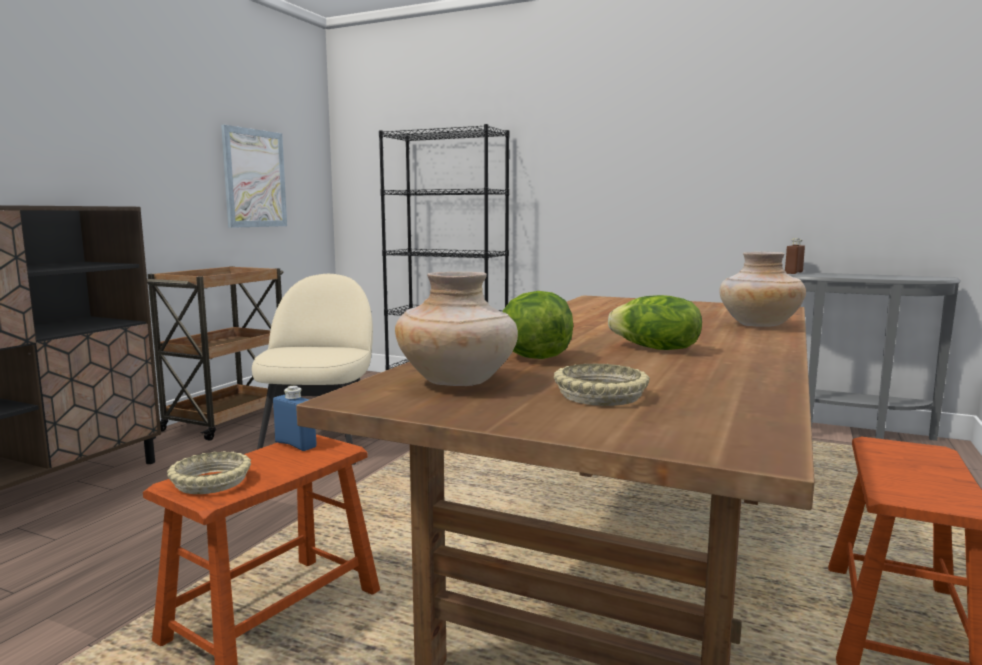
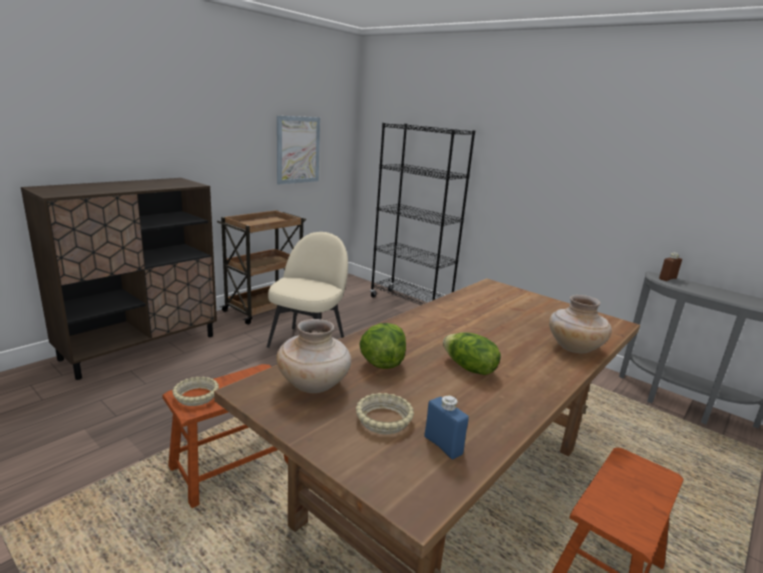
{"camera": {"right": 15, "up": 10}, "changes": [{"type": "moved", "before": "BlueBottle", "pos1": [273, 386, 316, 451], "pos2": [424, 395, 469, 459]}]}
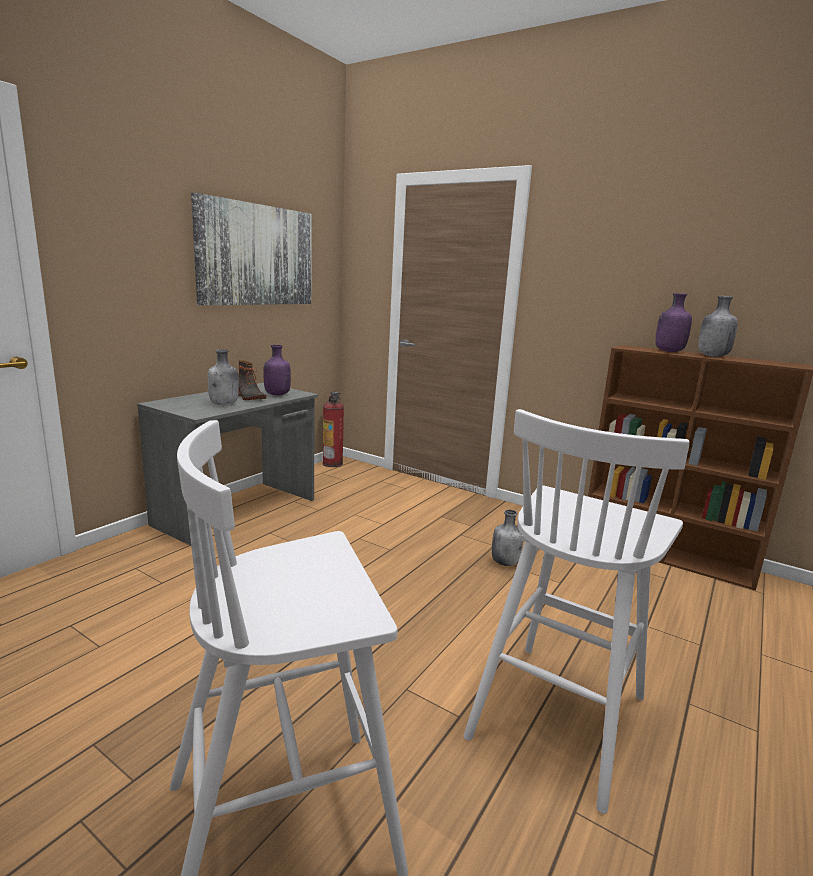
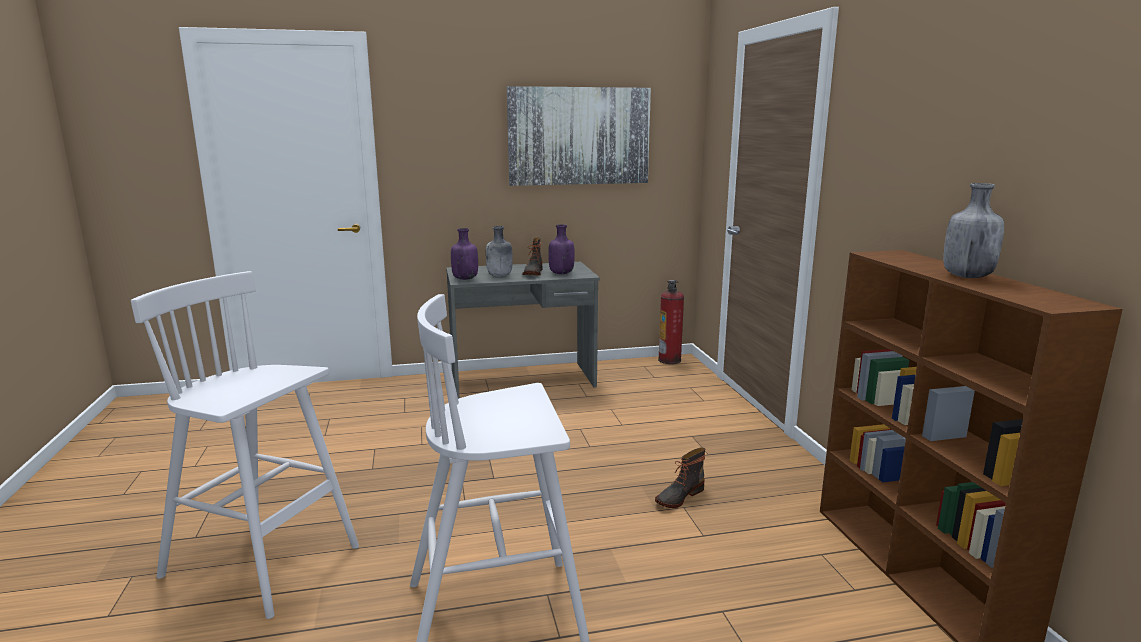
{"camera": {"right": 45, "up": 0}, "changes": [{"type": "moved", "before": "PurpleBottle", "pos1": [655, 293, 692, 352], "pos2": [451, 228, 478, 280]}, {"type": "replaced", "before": "GreyBottle", "after": "Boot", "pos1": [492, 510, 523, 566], "pos2": [655, 447, 705, 508]}]}
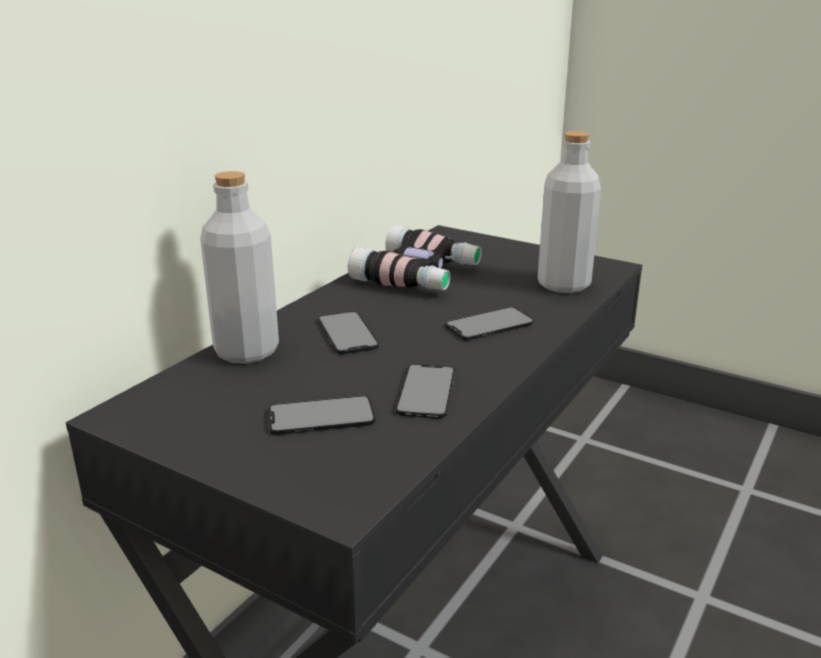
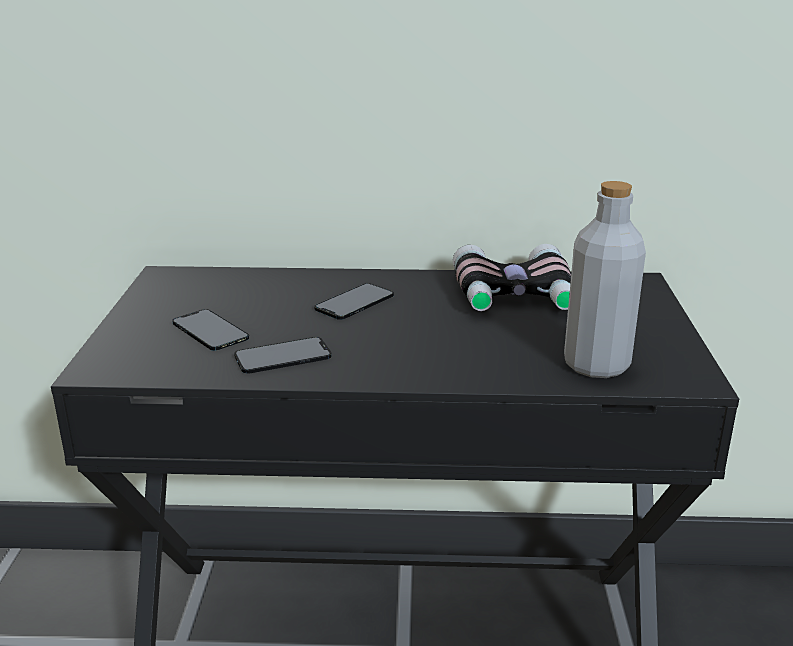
{"camera": {"right": 60, "up": 0}, "changes": [{"type": "removed", "before": "GreyBottle", "pos1": [200, 171, 279, 364]}, {"type": "removed", "before": "Phone", "pos1": [445, 307, 534, 341]}]}
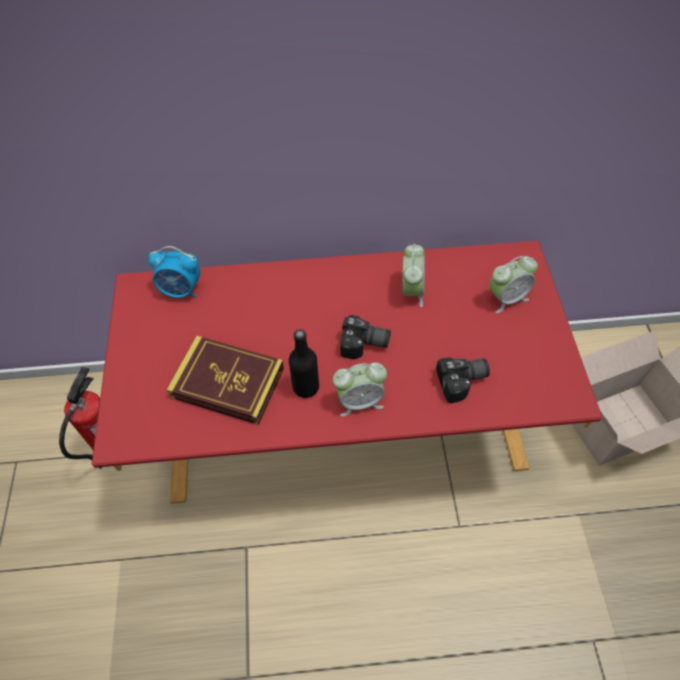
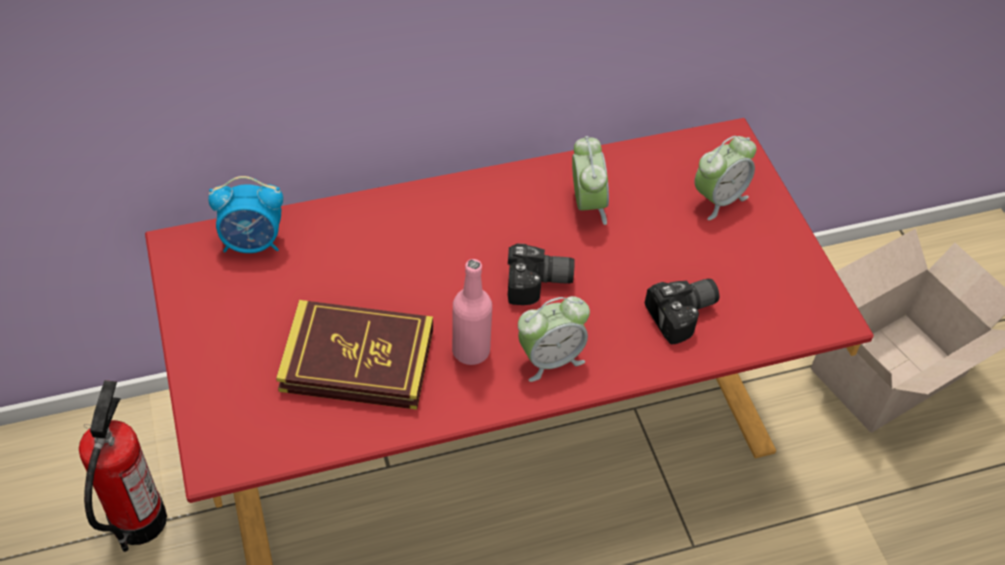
{"camera": {"right": -15, "up": -5}, "changes": [{"type": "recoloured", "before": "BlackBottle", "after": "PinkBottle", "pos1": [289, 329, 319, 398], "pos2": [452, 259, 492, 365]}]}
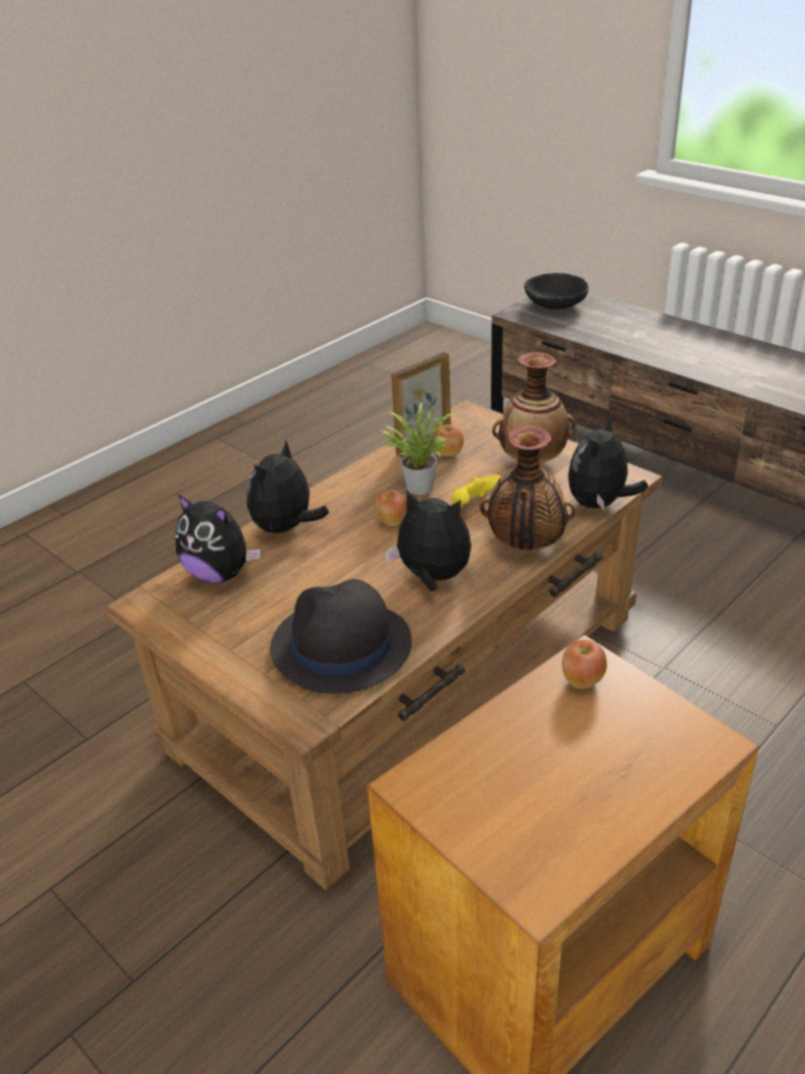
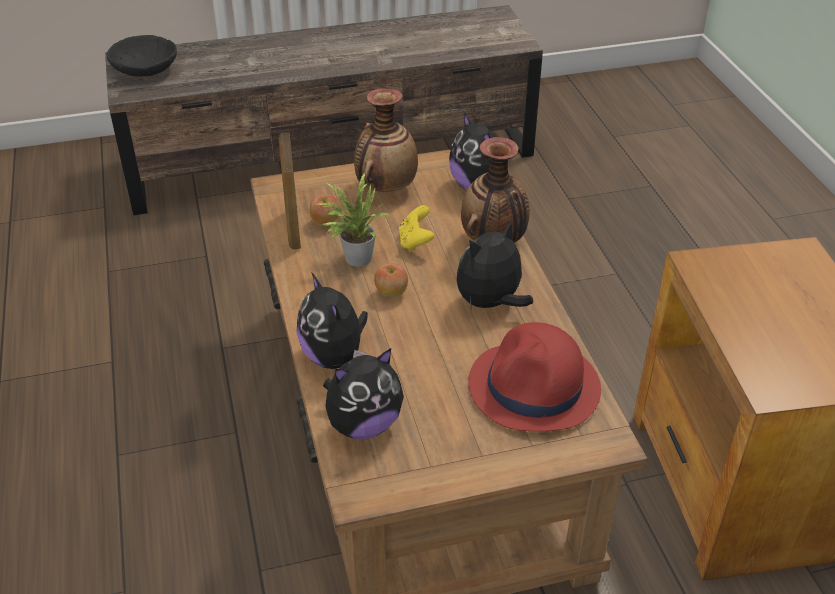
{"camera": {"right": -60, "up": 5}, "changes": [{"type": "recoloured", "before": "BlackHat", "after": "RedHat", "pos1": [270, 579, 412, 694], "pos2": [468, 322, 601, 432]}, {"type": "removed", "before": "Apple", "pos1": [562, 640, 607, 689]}]}
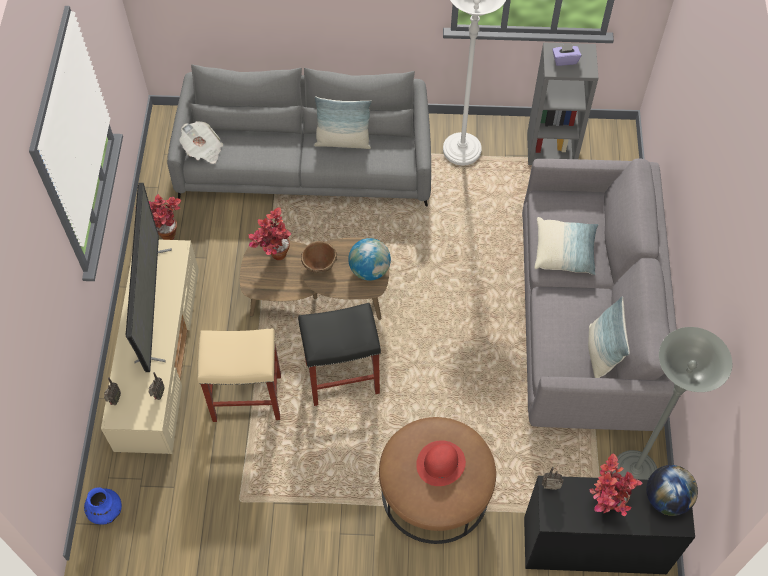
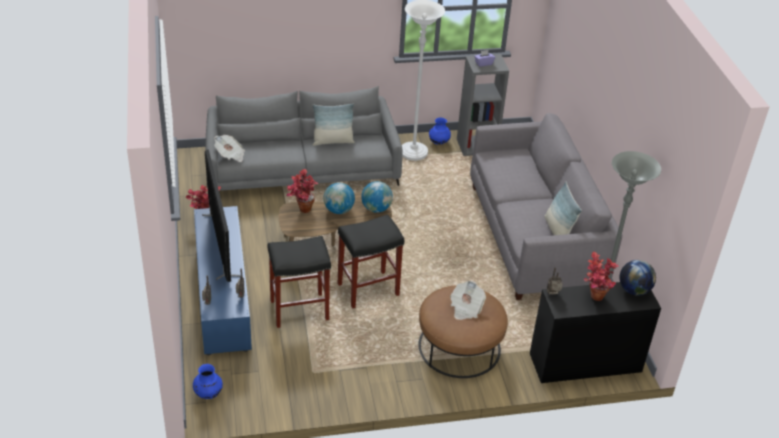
{"camera": {"right": -15, "up": -20}, "changes": [{"type": "removed", "before": "Pillow", "pos1": [534, 217, 598, 275]}, {"type": "recoloured", "before": "BeigeTvStand", "after": "BlueTvStand", "pos1": [101, 240, 199, 454], "pos2": [194, 206, 252, 356]}, {"type": "replaced", "before": "BrownBowl", "after": "Globe", "pos1": [301, 241, 337, 273], "pos2": [323, 183, 355, 214]}, {"type": "recoloured", "before": "BeigeStool", "after": "BlackStool", "pos1": [197, 329, 281, 422], "pos2": [268, 236, 331, 328]}, {"type": "replaced", "before": "RedHat", "after": "Newspaper", "pos1": [416, 440, 466, 486], "pos2": [450, 281, 486, 320]}, {"type": "added", "after": "BlueVase", "pos2": [429, 118, 451, 145]}]}
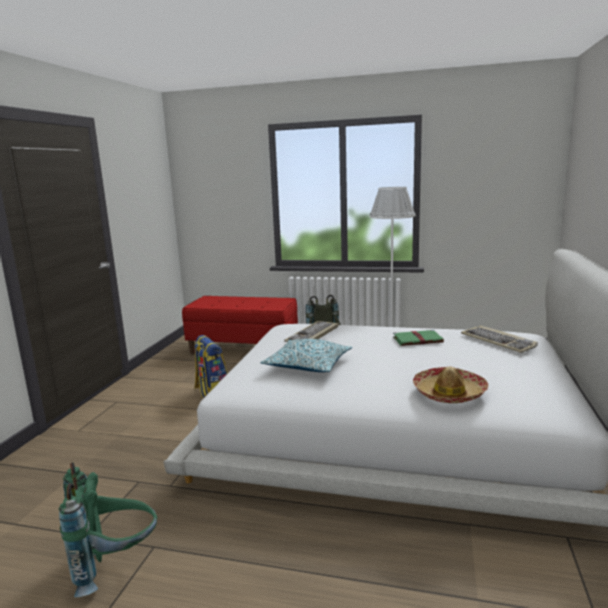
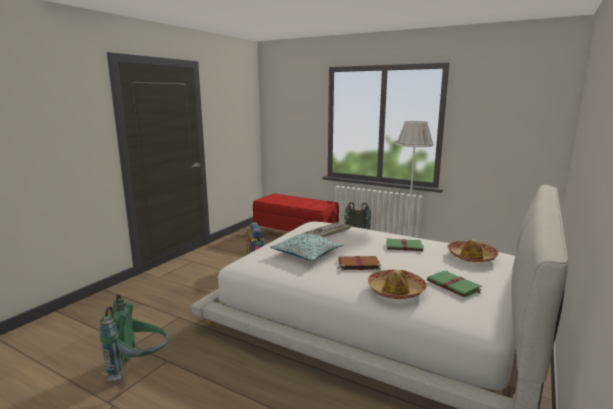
{"camera": {"right": 15, "up": 0}, "changes": [{"type": "replaced", "before": "Keyboard", "after": "Hat", "pos1": [461, 326, 538, 353], "pos2": [447, 239, 498, 262]}, {"type": "added", "after": "BrownBook", "pos2": [337, 256, 381, 271]}, {"type": "added", "after": "GreenBook", "pos2": [427, 270, 482, 297]}]}
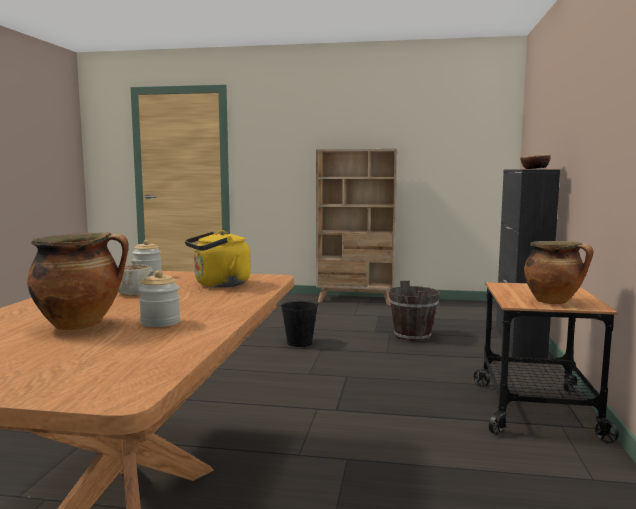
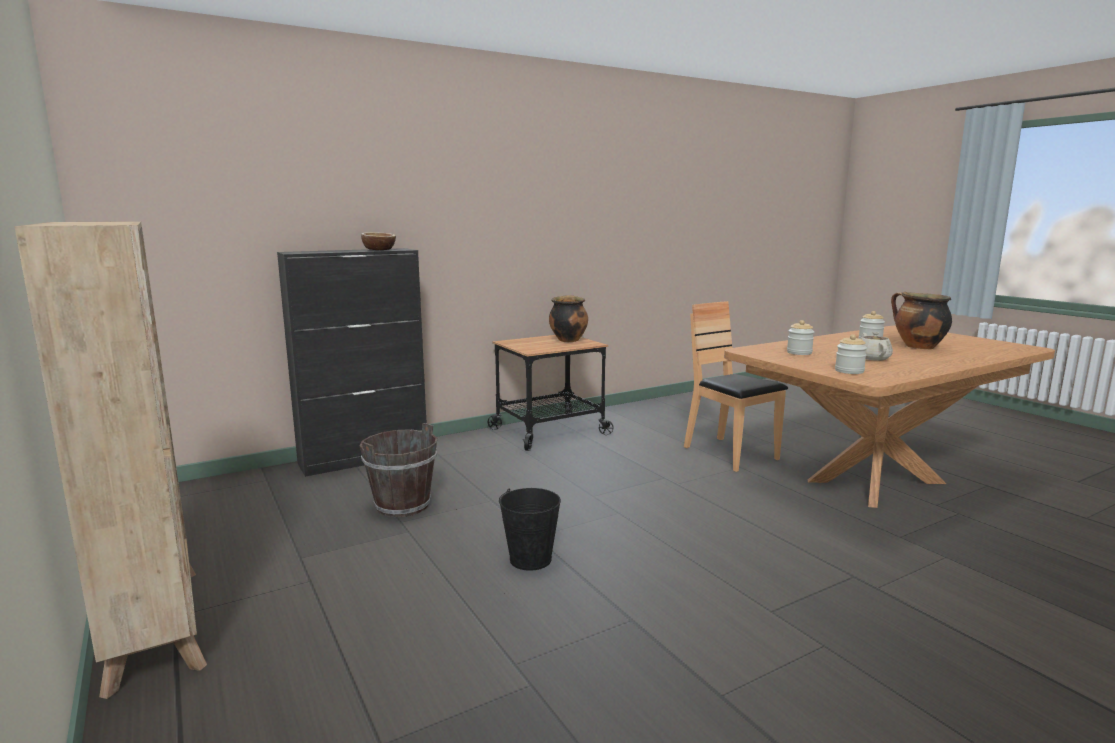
{"camera": {"right": -130, "up": 5}, "changes": [{"type": "replaced", "before": "YellowKettle", "after": "Jar", "pos1": [185, 230, 251, 288], "pos2": [787, 320, 814, 355]}, {"type": "added", "after": "BrownChair", "pos2": [684, 301, 788, 472]}]}
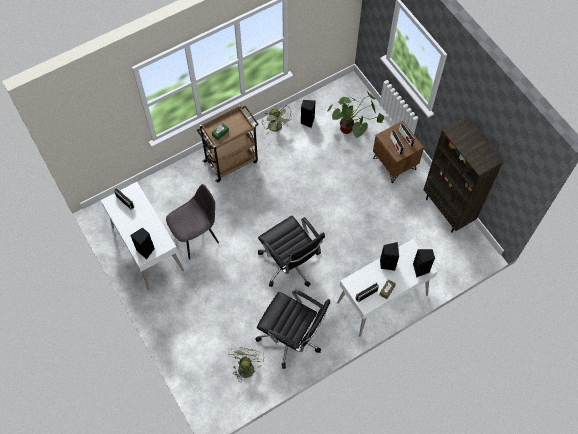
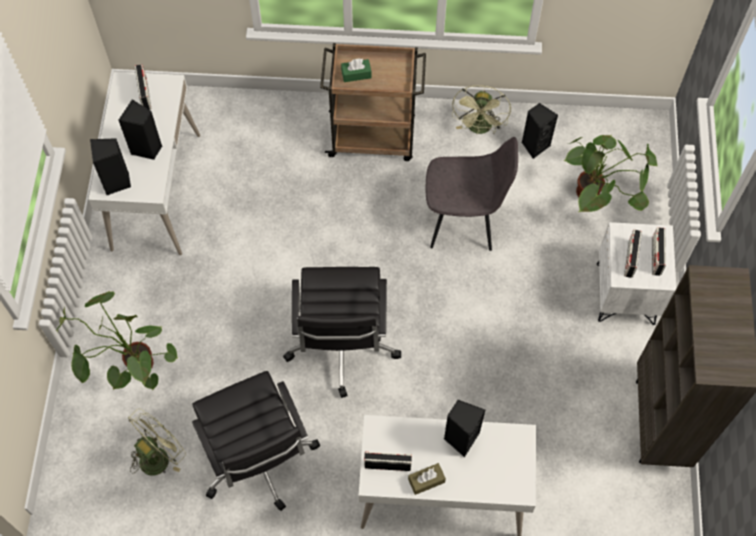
{"camera": {"right": 35, "up": 0}, "changes": [{"type": "recoloured", "before": "BrownNightstand", "after": "WhiteNightstand", "pos1": [373, 121, 424, 183], "pos2": [597, 222, 677, 325]}, {"type": "moved", "before": "GreyChair", "pos1": [166, 184, 219, 260], "pos2": [426, 137, 518, 251]}, {"type": "moved", "before": "BlackSpeaker", "pos1": [413, 249, 435, 277], "pos2": [119, 99, 162, 160]}, {"type": "added", "after": "PottedPlant", "pos2": [56, 291, 178, 390]}]}
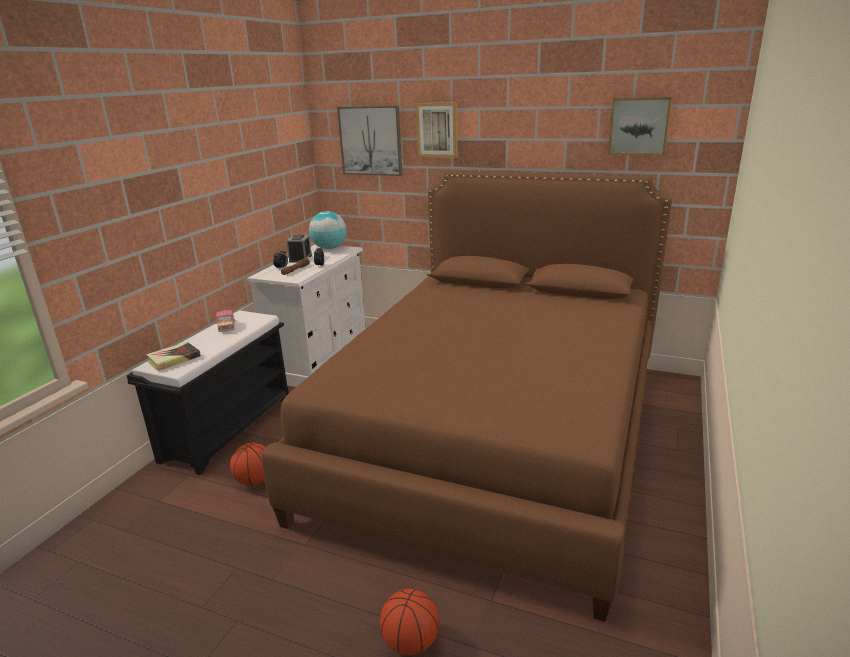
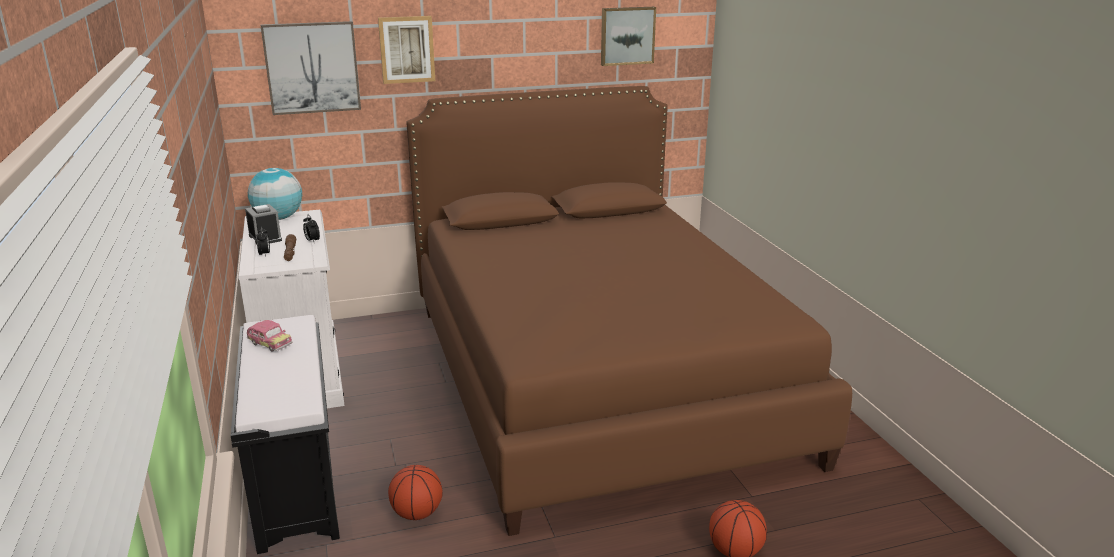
{"camera": {"right": -40, "up": 0}, "changes": [{"type": "removed", "before": "Book", "pos1": [146, 342, 201, 371]}]}
